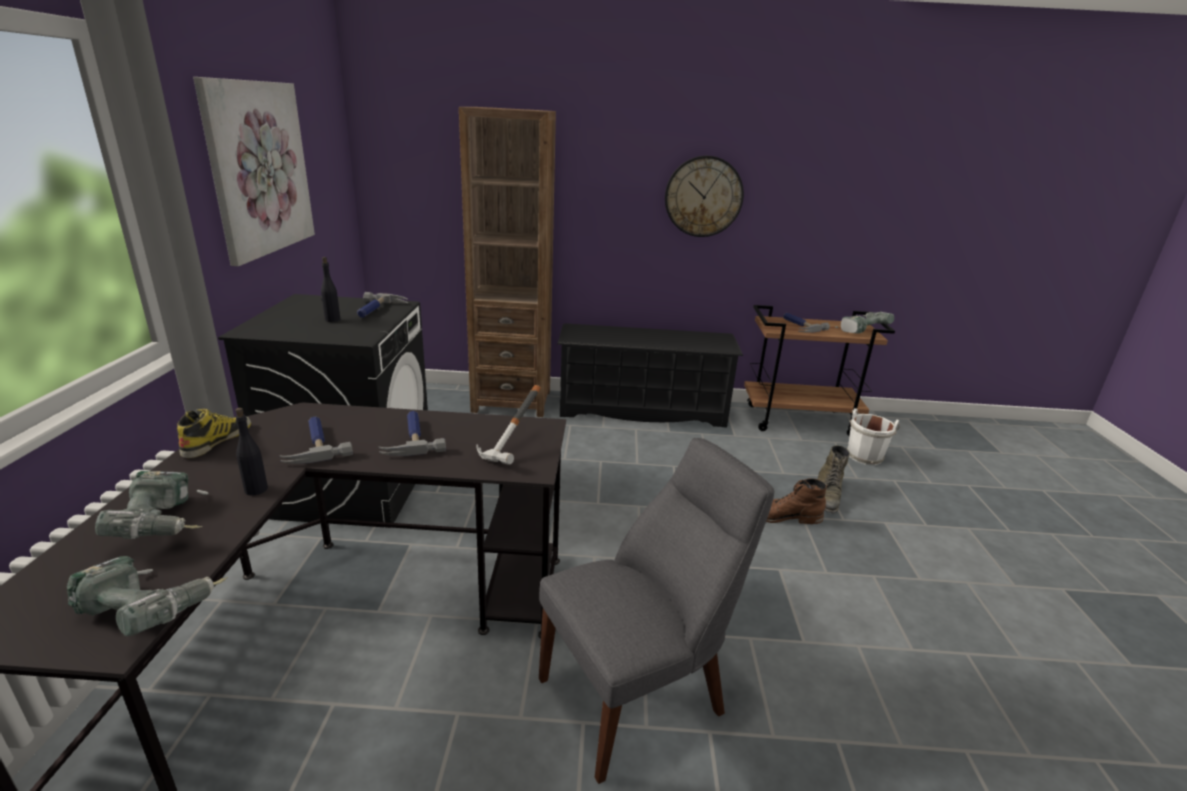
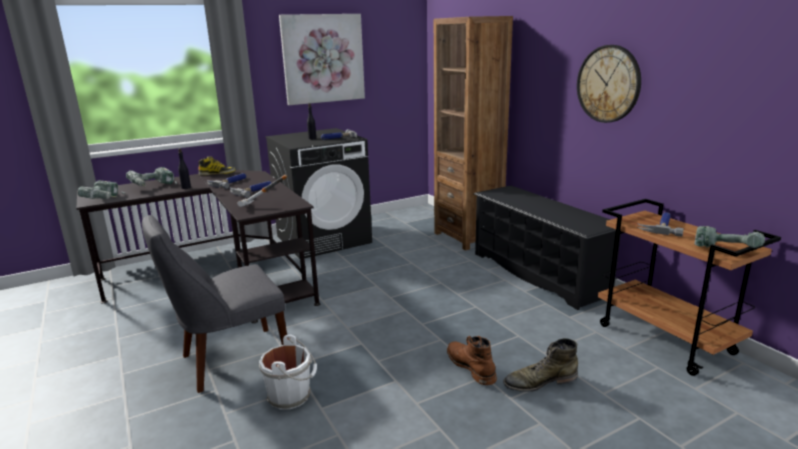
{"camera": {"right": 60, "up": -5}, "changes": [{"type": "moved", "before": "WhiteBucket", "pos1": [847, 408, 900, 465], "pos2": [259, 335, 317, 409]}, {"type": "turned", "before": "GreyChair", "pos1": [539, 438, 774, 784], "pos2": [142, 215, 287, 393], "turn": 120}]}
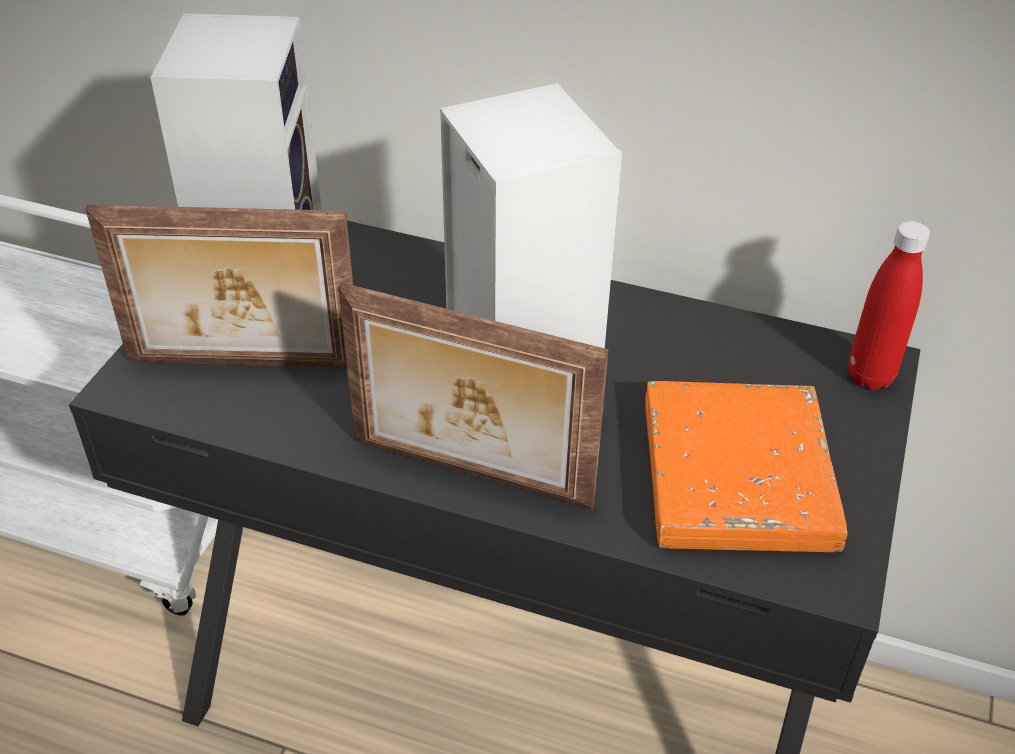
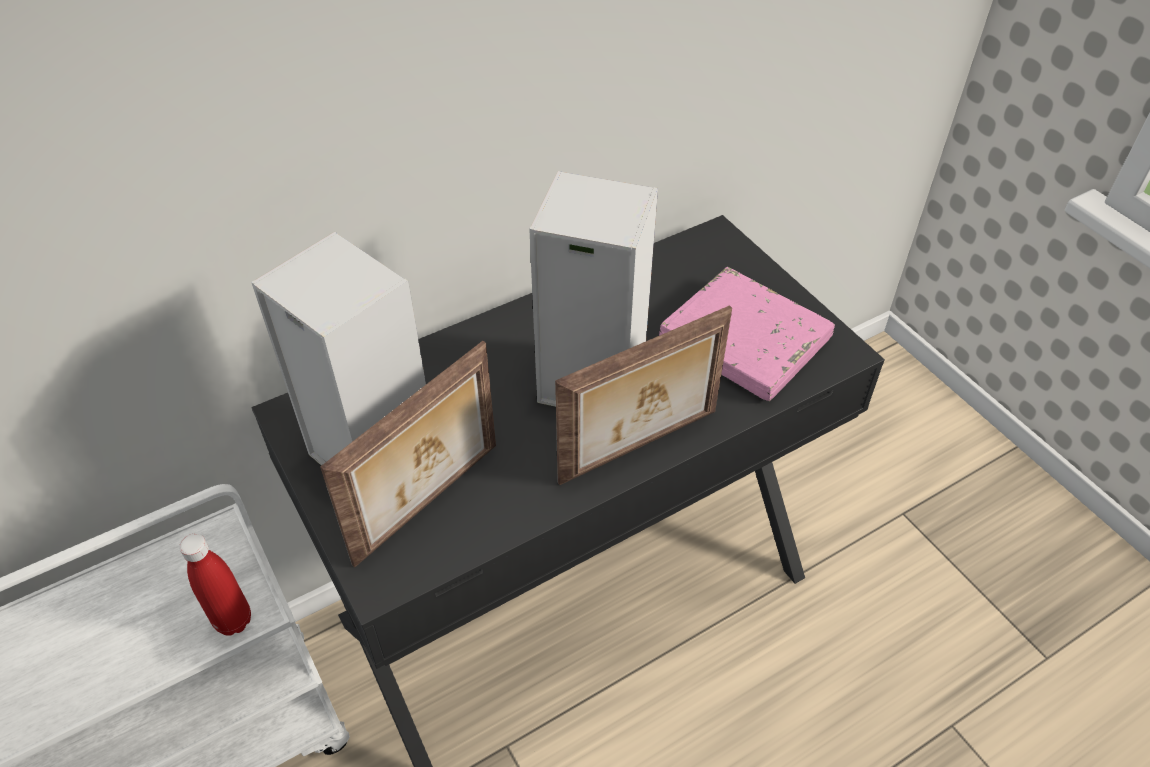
{"camera": {"right": -50, "up": 5}, "changes": [{"type": "moved", "before": "RedBottle", "pos1": [848, 221, 930, 390], "pos2": [179, 534, 251, 636]}, {"type": "recoloured", "before": "OrangeBook", "after": "PinkBook", "pos1": [645, 381, 847, 552], "pos2": [659, 267, 835, 401]}]}
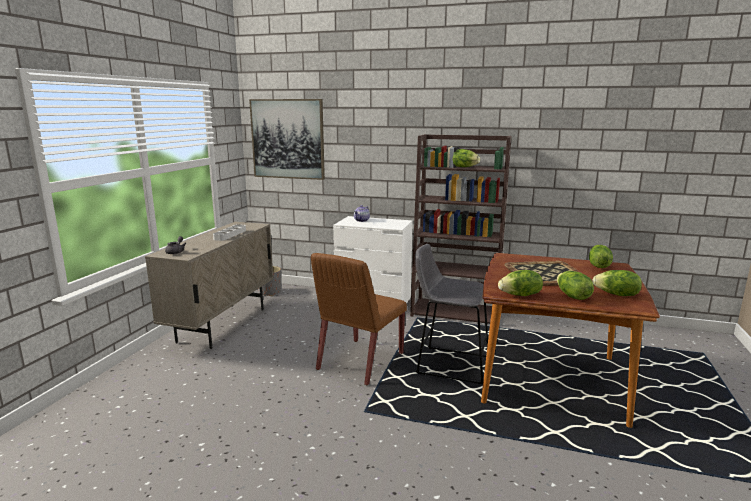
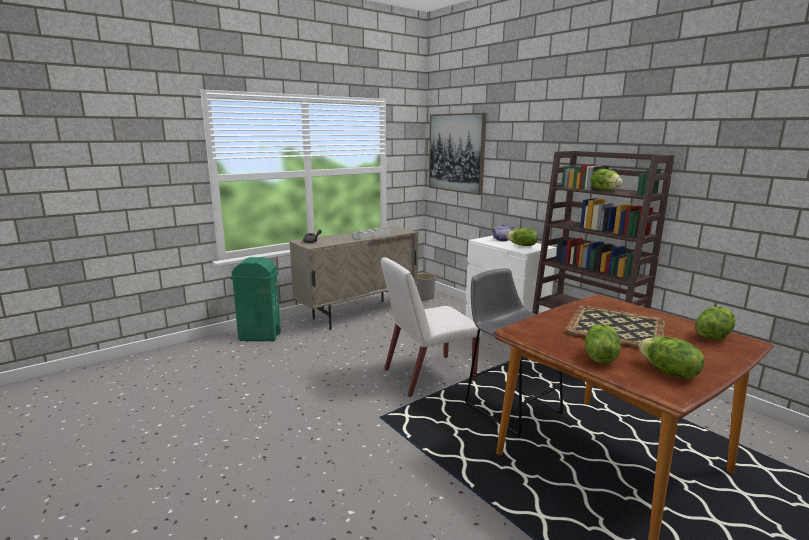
{"camera": {"right": 35, "up": 0}, "changes": [{"type": "recoloured", "before": "BrownChair", "after": "WhiteChair", "pos1": [311, 253, 407, 385], "pos2": [381, 257, 482, 397]}, {"type": "moved", "before": "Lettuce", "pos1": [498, 270, 543, 296], "pos2": [507, 228, 538, 246]}, {"type": "added", "after": "GreenTrashCan", "pos2": [230, 257, 281, 341]}]}
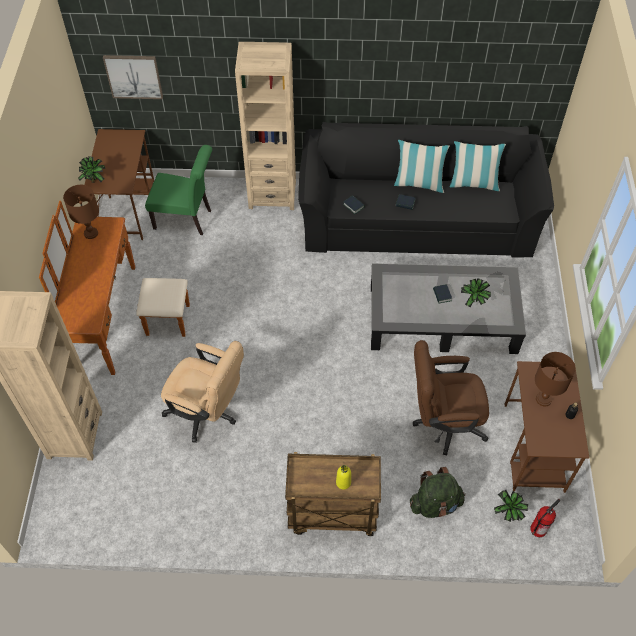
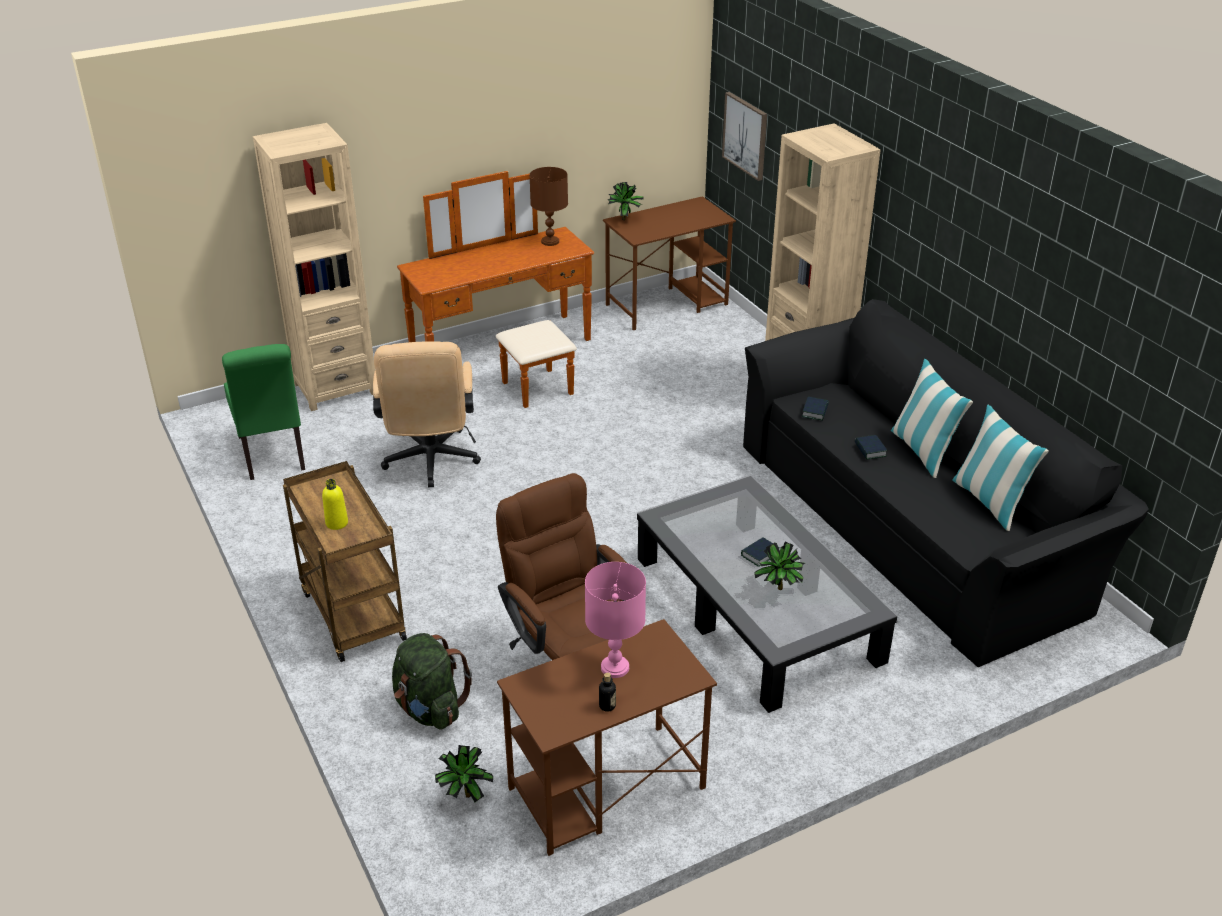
{"camera": {"right": 60, "up": -20}, "changes": [{"type": "moved", "before": "GreenChair", "pos1": [145, 145, 212, 235], "pos2": [222, 344, 305, 480]}, {"type": "recoloured", "before": "BrownTableLamp", "after": "PinkTableLamp", "pos1": [535, 352, 576, 406], "pos2": [585, 562, 646, 678]}, {"type": "removed", "before": "FireExtinguisher", "pos1": [530, 499, 561, 537]}]}
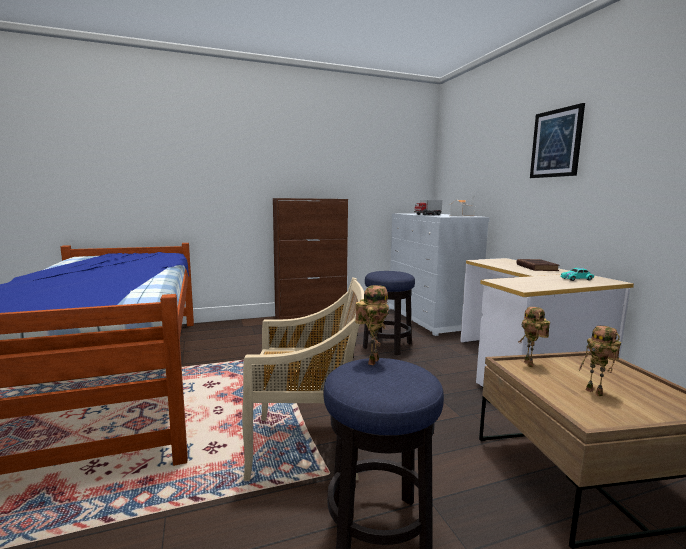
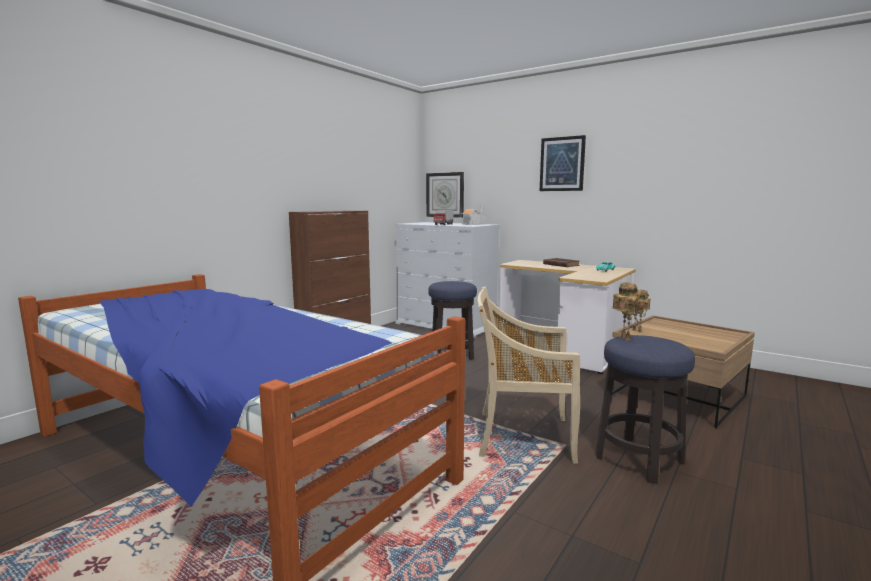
{"camera": {"right": -35, "up": 0}, "changes": [{"type": "turned", "before": "BeigeChair", "pos1": [242, 277, 364, 481], "pos2": [478, 287, 580, 464], "turn": -135}, {"type": "removed", "before": "ToyRobot", "pos1": [579, 326, 621, 396]}, {"type": "added", "after": "WallClock", "pos2": [426, 172, 464, 218]}]}
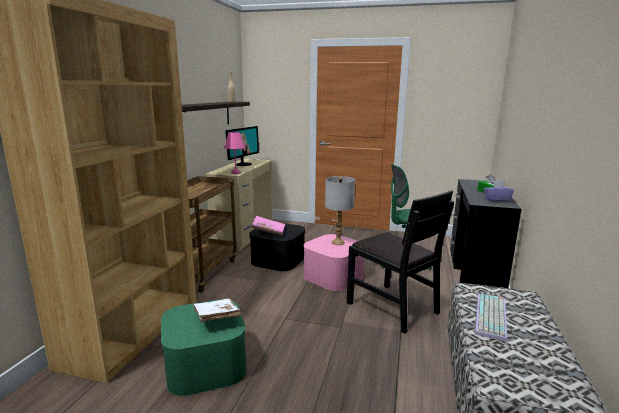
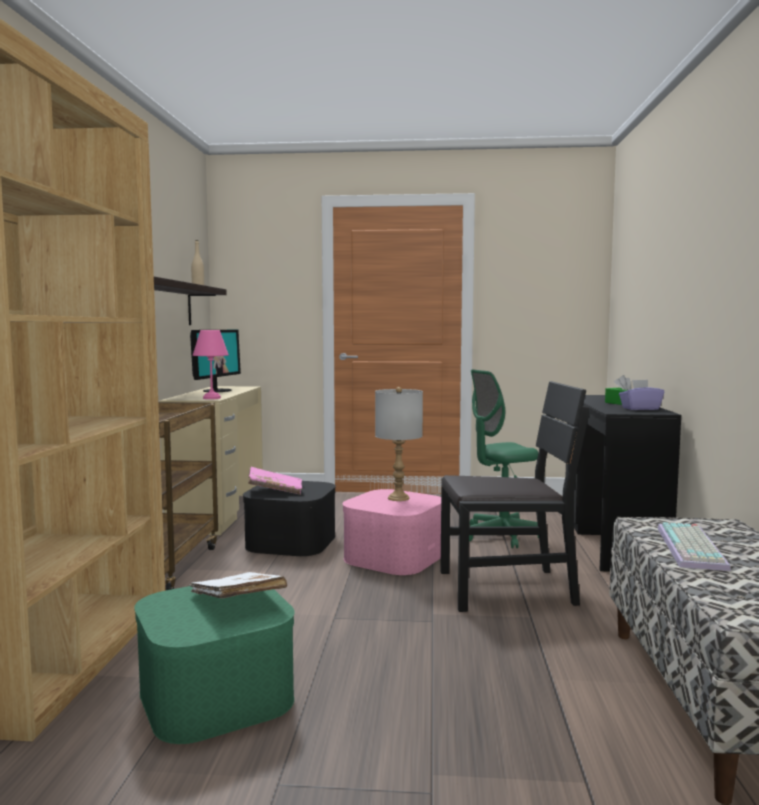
{"camera": {"right": -10, "up": -10}, "changes": [{"type": "turned", "before": "BlackChair", "pos1": [347, 190, 454, 334], "pos2": [440, 381, 589, 612], "turn": -45}]}
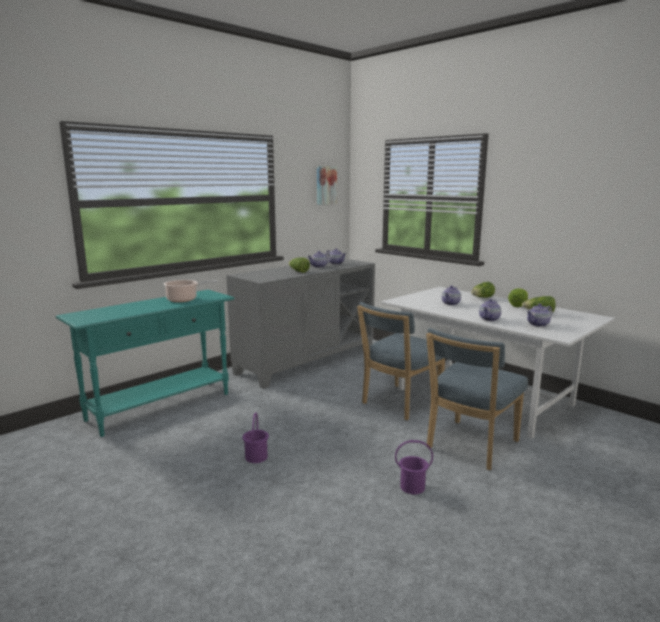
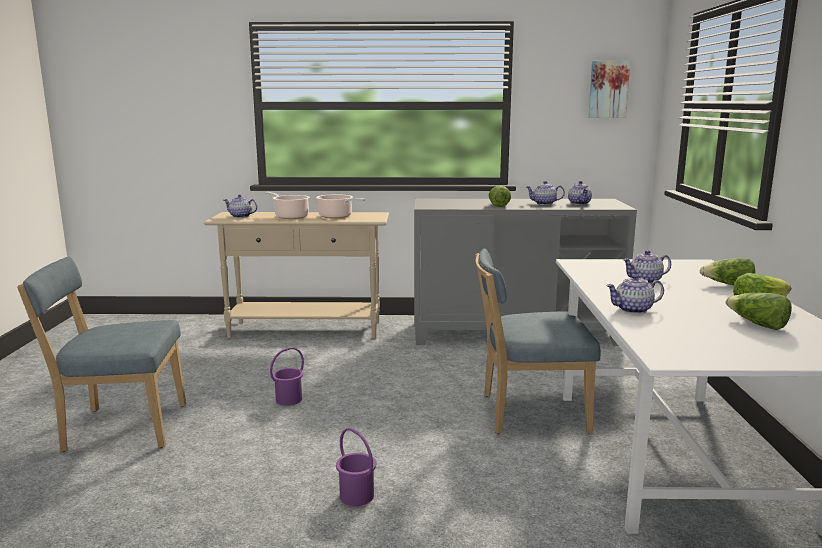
{"camera": {"right": 45, "up": 0}, "changes": [{"type": "recoloured", "before": "TurquoiseConsoleTable", "after": "BeigeConsoleTable", "pos1": [56, 290, 234, 437], "pos2": [204, 212, 389, 339]}, {"type": "moved", "before": "Teapot", "pos1": [526, 304, 552, 327], "pos2": [224, 194, 258, 218]}, {"type": "moved", "before": "BlueChair", "pos1": [426, 328, 528, 470], "pos2": [17, 257, 186, 452]}, {"type": "added", "after": "CookingPot", "pos2": [265, 192, 310, 219]}]}
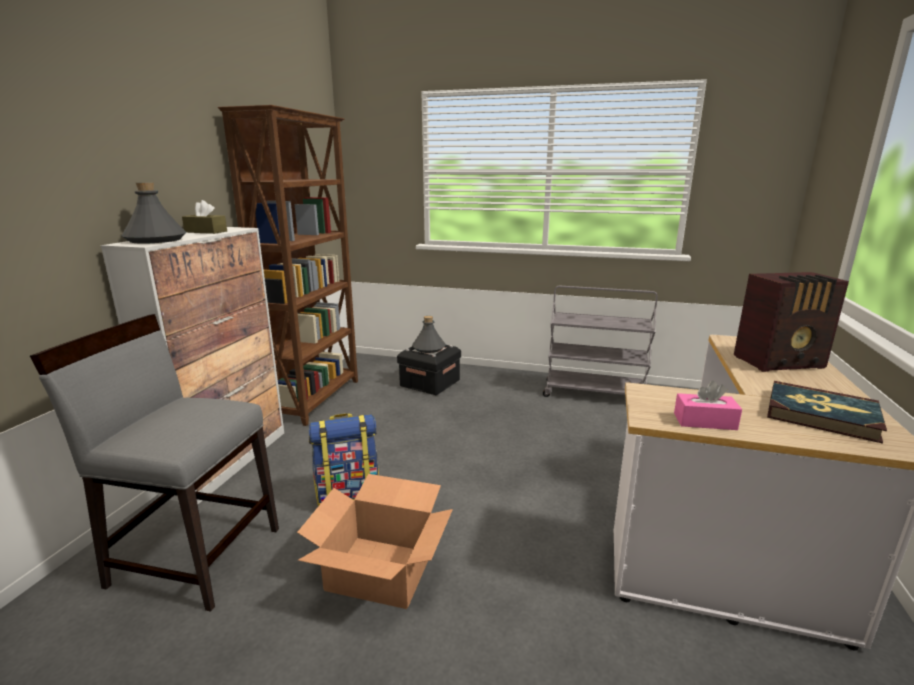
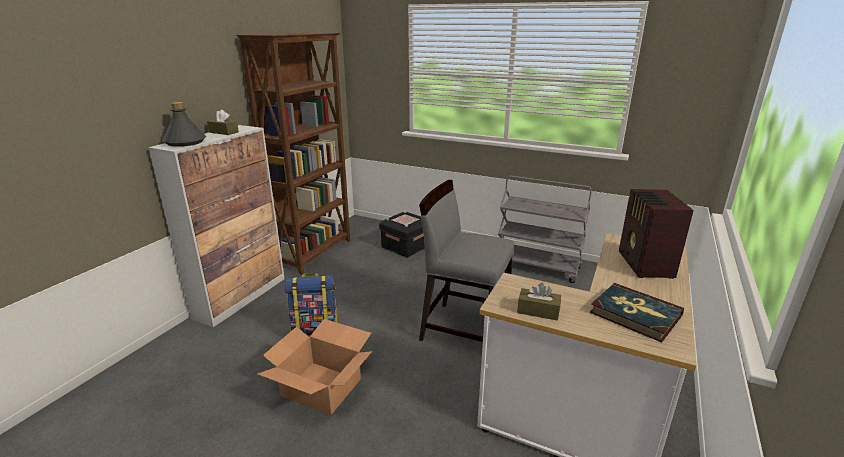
{"camera": {"right": 10, "up": 5}, "changes": [{"type": "turned", "before": "Radio", "pos1": [734, 272, 849, 372], "pos2": [619, 189, 694, 279], "turn": 90}, {"type": "moved", "before": "GreyChair", "pos1": [30, 314, 279, 612], "pos2": [419, 180, 514, 342]}, {"type": "removed", "before": "GreyBottle", "pos1": [412, 316, 446, 353]}, {"type": "recoloured", "before": "PinkTissueBox", "after": "BrownTissueBox", "pos1": [674, 381, 742, 430], "pos2": [517, 283, 561, 320]}]}
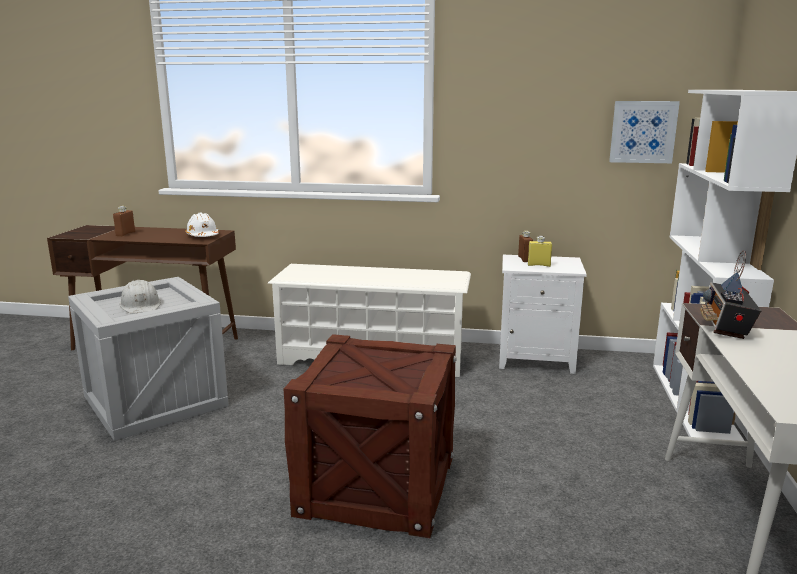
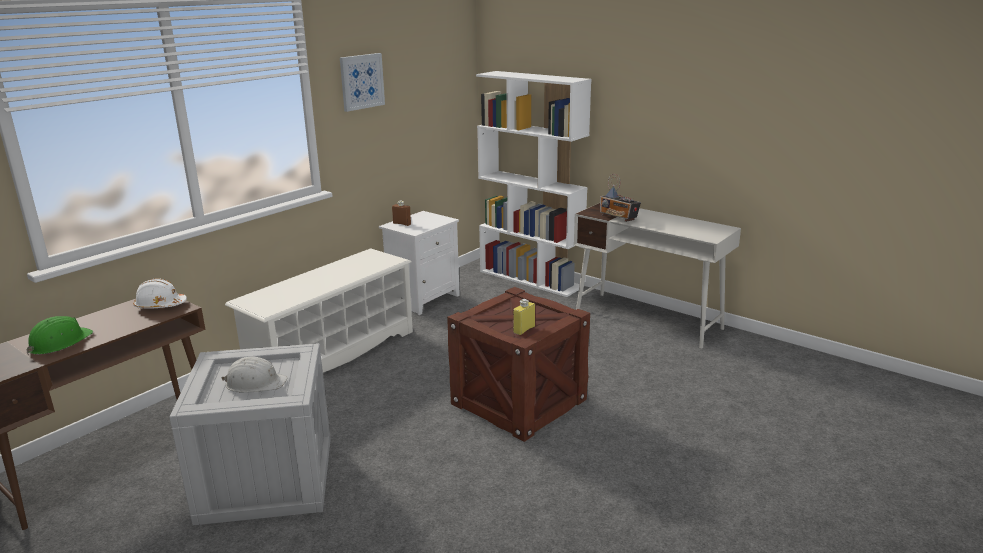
{"camera": {"right": -60, "up": 5}, "changes": [{"type": "moved", "before": "Picture", "pos1": [609, 101, 680, 163], "pos2": [340, 53, 385, 112]}, {"type": "replaced", "before": "BrownBottle", "after": "GreenHardHat", "pos1": [113, 206, 135, 236], "pos2": [27, 316, 93, 355]}, {"type": "moved", "before": "YellowBottle", "pos1": [528, 236, 552, 267], "pos2": [513, 299, 535, 335]}]}
